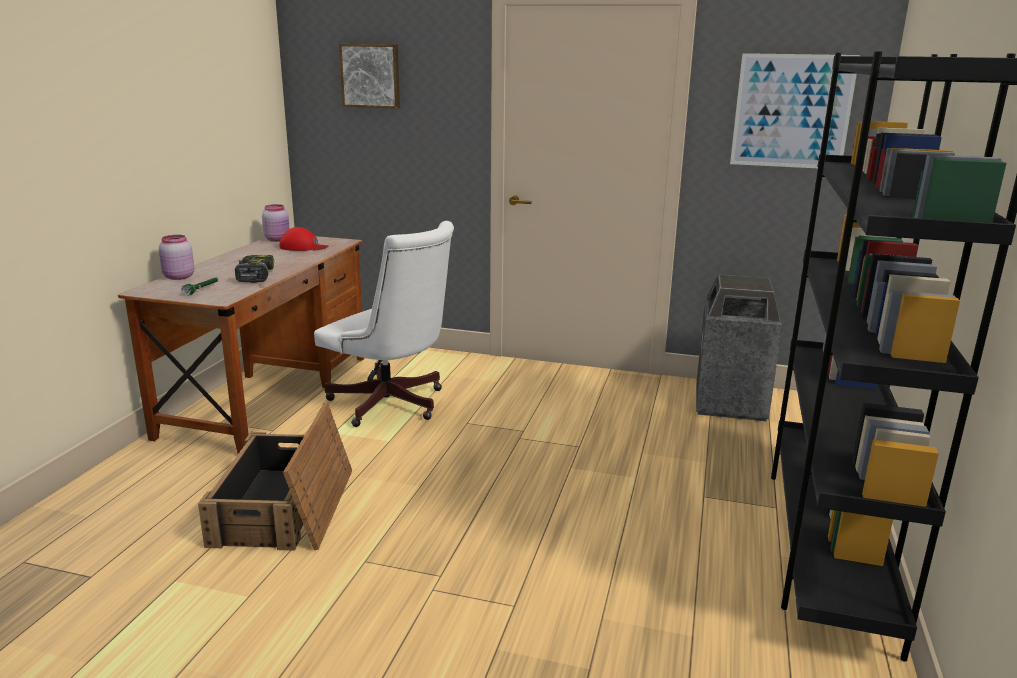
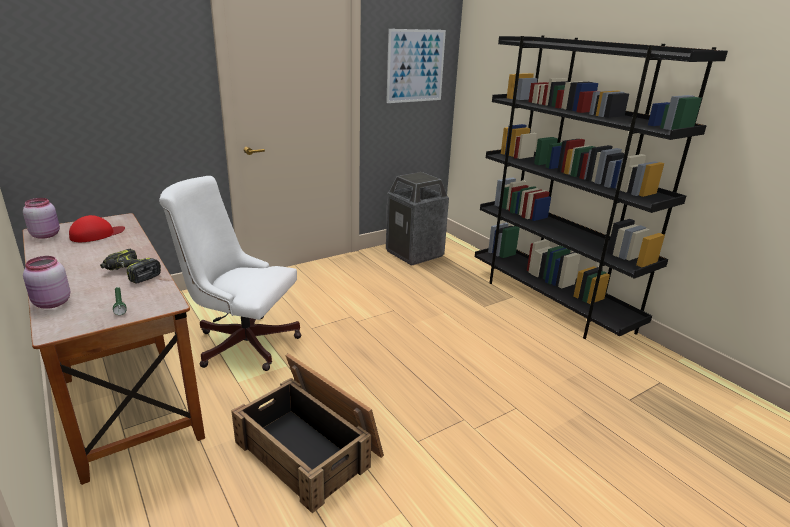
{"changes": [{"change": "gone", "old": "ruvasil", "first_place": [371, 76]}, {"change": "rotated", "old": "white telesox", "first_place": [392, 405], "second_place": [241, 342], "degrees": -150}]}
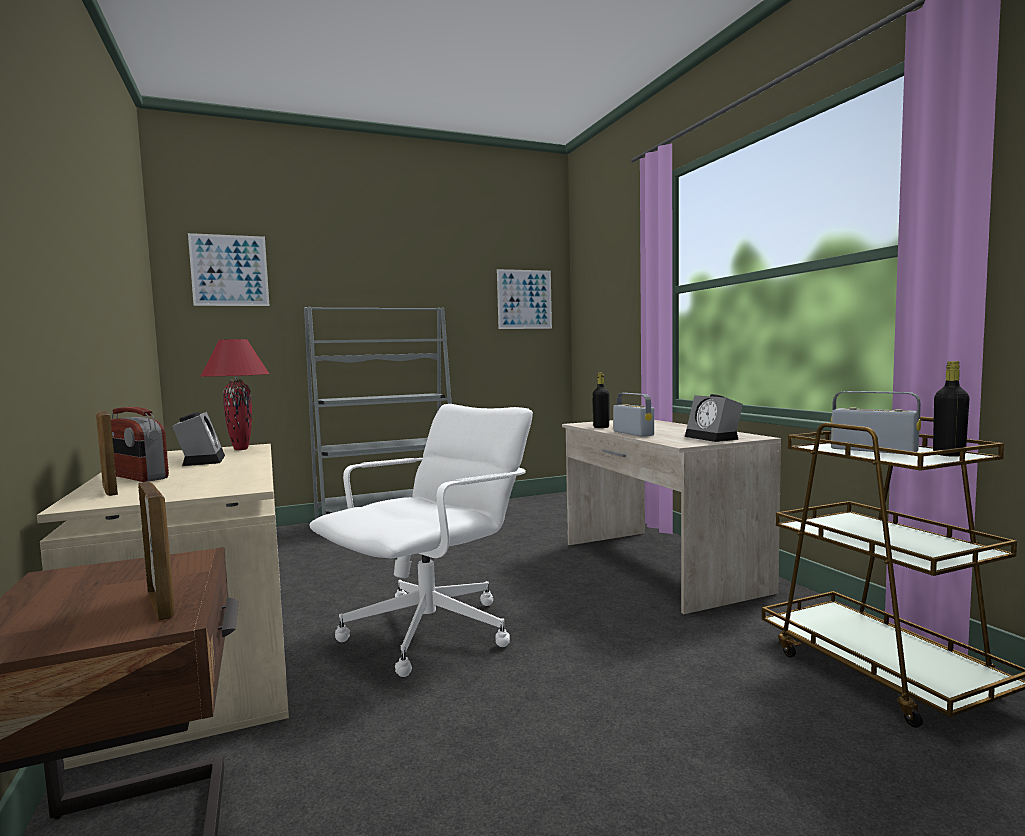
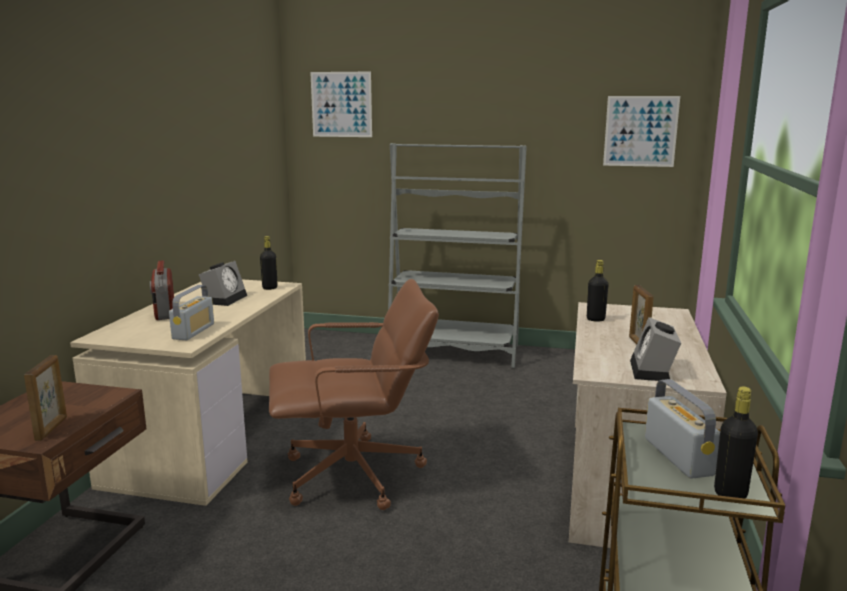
{"changes": [{"change": "swapped", "old": "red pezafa", "new": "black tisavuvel", "first_place": [240, 449], "second_place": [270, 288]}, {"change": "shifted", "old": "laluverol", "first_place": [633, 433], "second_place": [193, 331]}, {"change": "repainted", "old": "white telesox", "new": "brown telesox", "first_place": [432, 632], "second_place": [355, 475]}, {"change": "shifted", "old": "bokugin", "first_place": [110, 491], "second_place": [638, 344]}]}
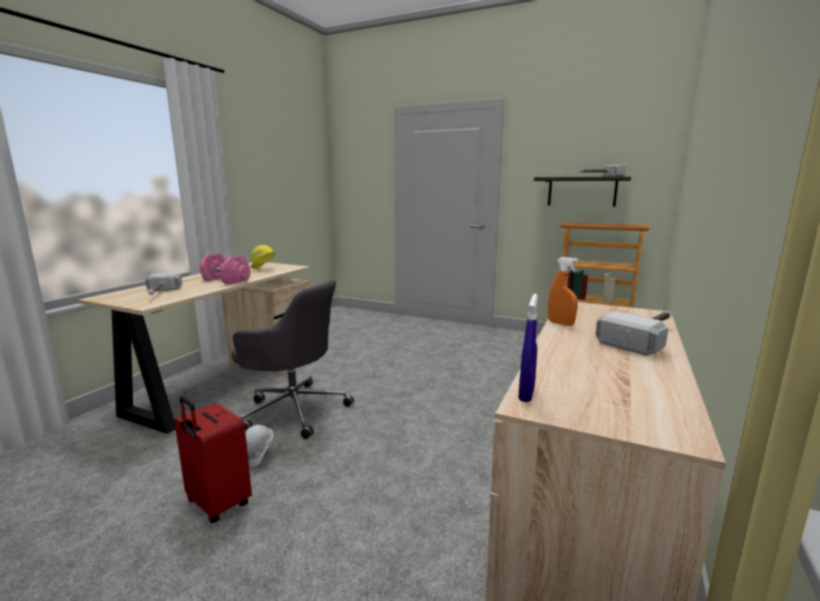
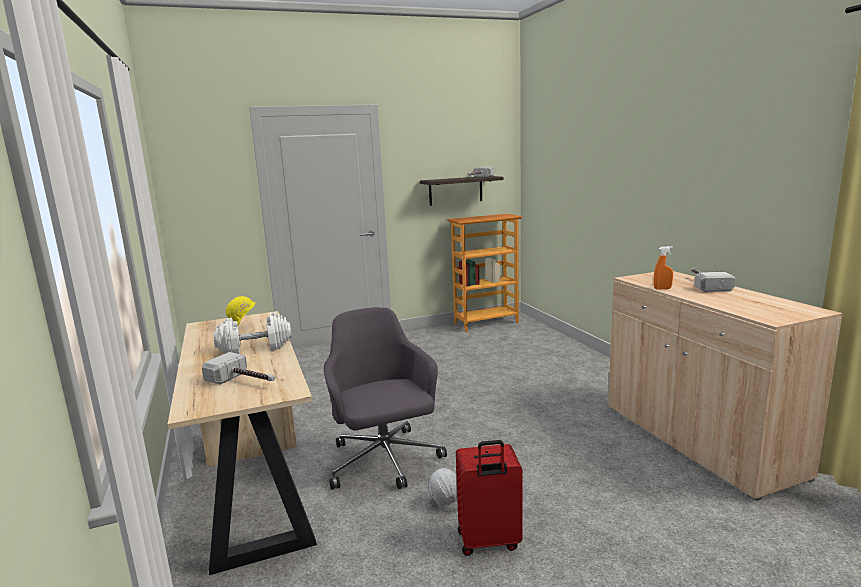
{"changes": [{"change": "repainted", "old": "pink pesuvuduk", "new": "white pesuvuduk", "first_place": [225, 280], "second_place": [254, 348]}, {"change": "rotated", "old": "grey telesox", "first_place": [294, 409], "second_place": [385, 461], "degrees": -90}, {"change": "gone", "old": "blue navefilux", "first_place": [526, 394]}]}
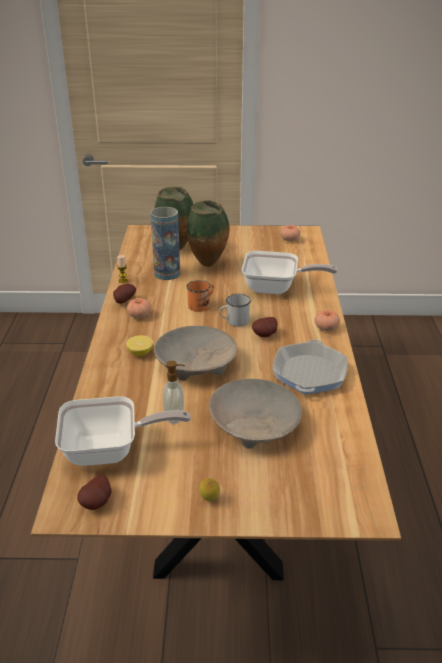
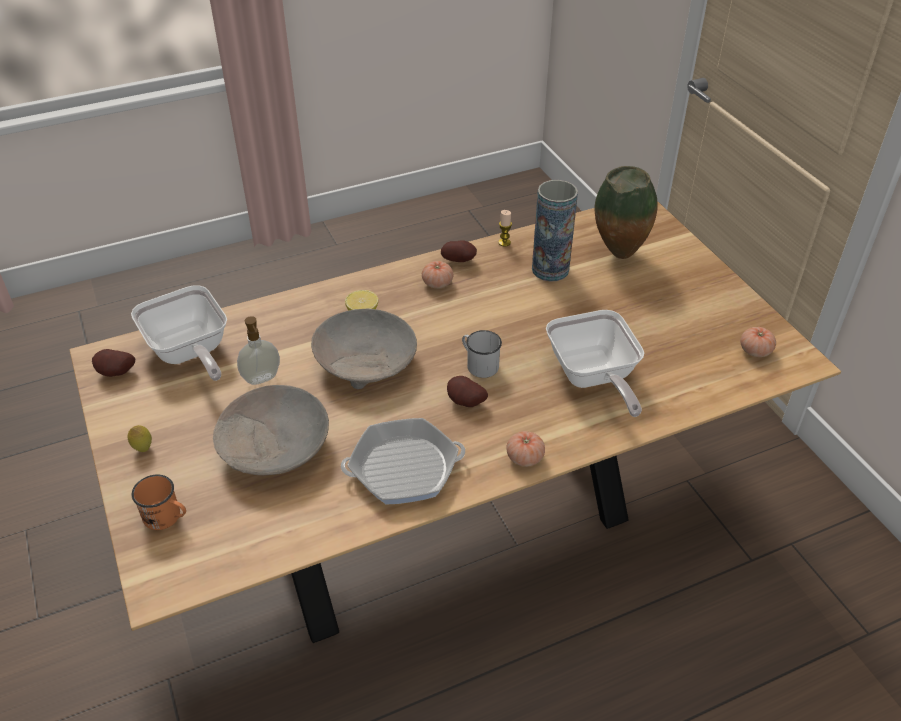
{"changes": [{"change": "gone", "old": "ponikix", "first_place": [209, 265]}, {"change": "shifted", "old": "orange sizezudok", "first_place": [201, 305], "second_place": [167, 517]}]}
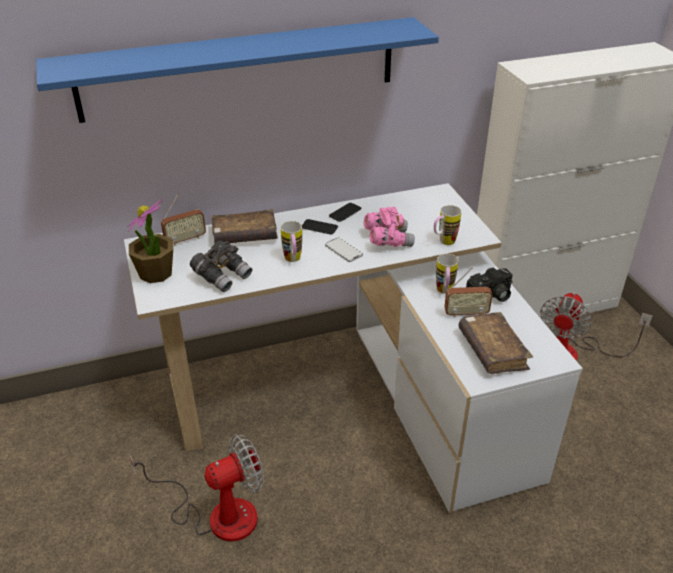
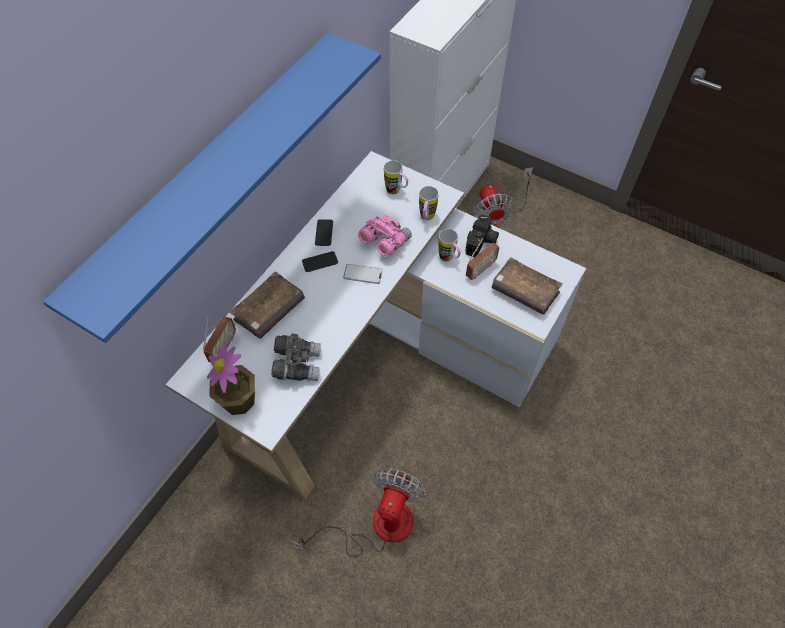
{"changes": [{"change": "shifted", "old": "sizezudok", "first_place": [293, 260], "second_place": [396, 191]}]}
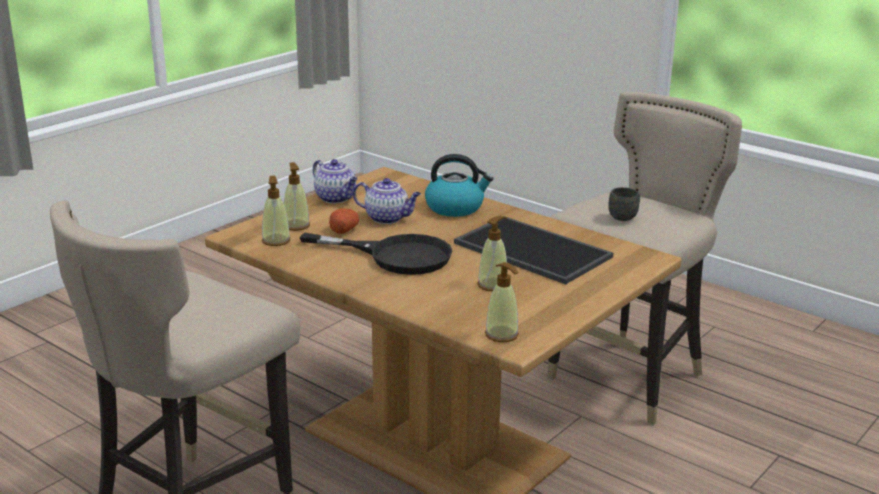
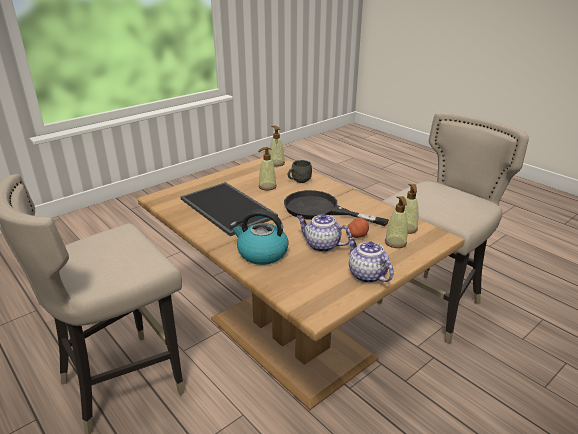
{"changes": [{"change": "shifted", "old": "grey sizezudok", "first_place": [625, 216], "second_place": [299, 181]}]}
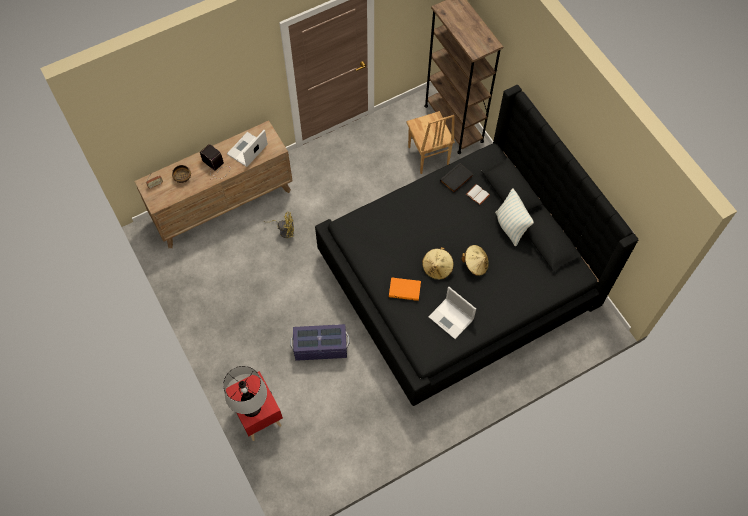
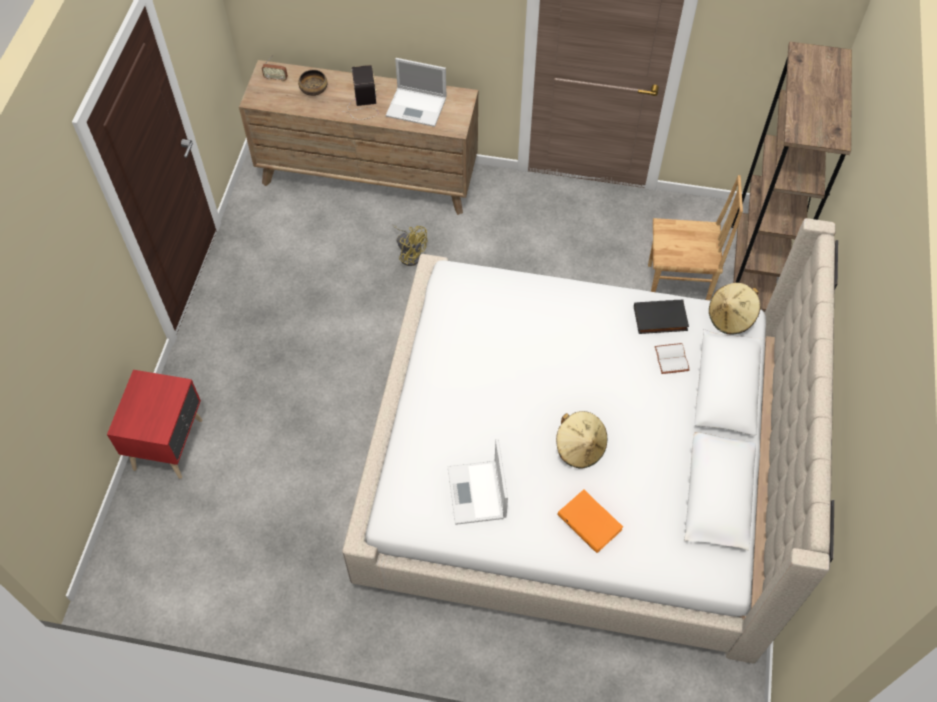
{"changes": [{"change": "repainted", "old": "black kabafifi", "new": "beige kabafifi", "first_place": [459, 279], "second_place": [576, 471]}, {"change": "rotated", "old": "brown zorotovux", "first_place": [427, 156], "second_place": [677, 288], "degrees": -105}, {"change": "rotated", "old": "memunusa", "first_place": [247, 150], "second_place": [417, 107], "degrees": -150}, {"change": "gone", "old": "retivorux", "first_place": [510, 227]}, {"change": "shifted", "old": "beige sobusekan", "first_place": [437, 268], "second_place": [731, 317]}, {"change": "shifted", "old": "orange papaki", "first_place": [405, 289], "second_place": [591, 522]}, {"change": "gone", "old": "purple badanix", "first_place": [320, 347]}, {"change": "gone", "old": "pezafa", "first_place": [251, 407]}]}
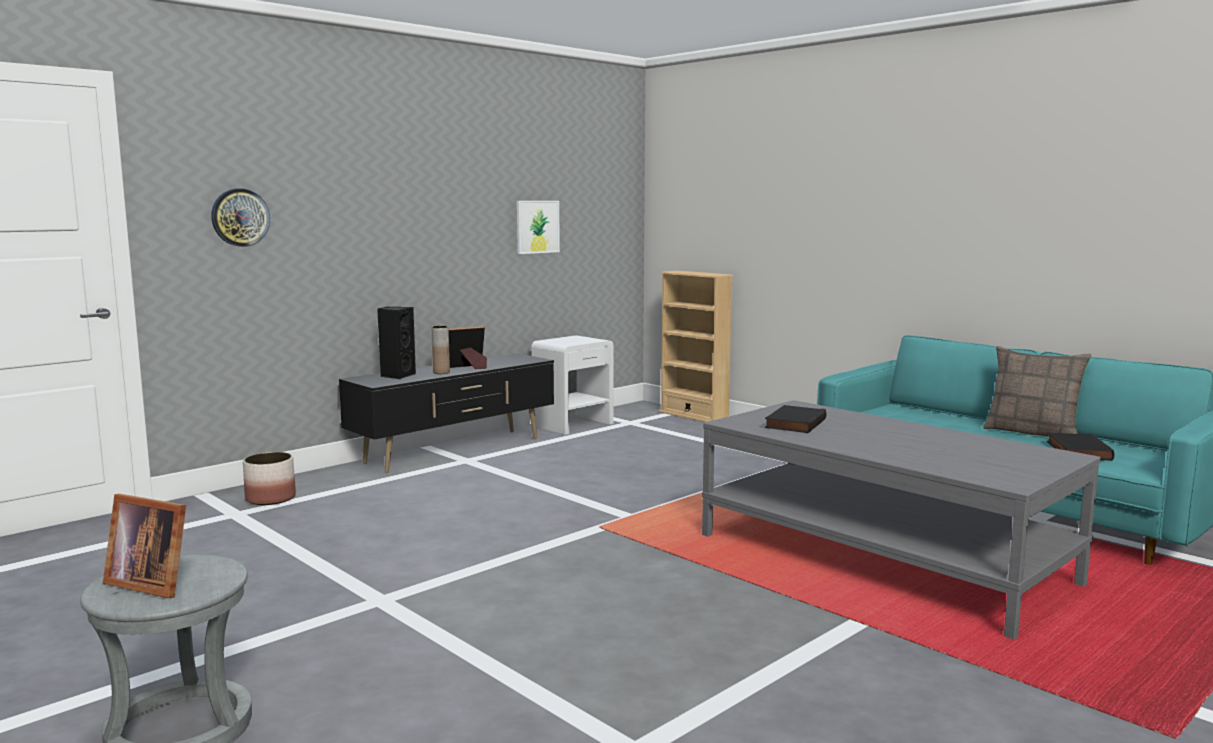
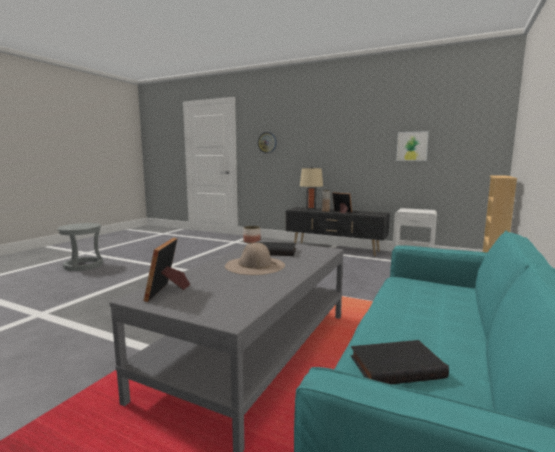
{"changes": [{"change": "swapped", "old": "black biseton", "new": "beige pezafa", "first_place": [397, 376], "second_place": [311, 209]}, {"change": "gone", "old": "retivorux", "first_place": [1032, 432]}, {"change": "shifted", "old": "bokugin", "first_place": [151, 583], "second_place": [168, 291]}, {"change": "new", "new": "beige sobusekan", "second_place": [254, 265]}]}
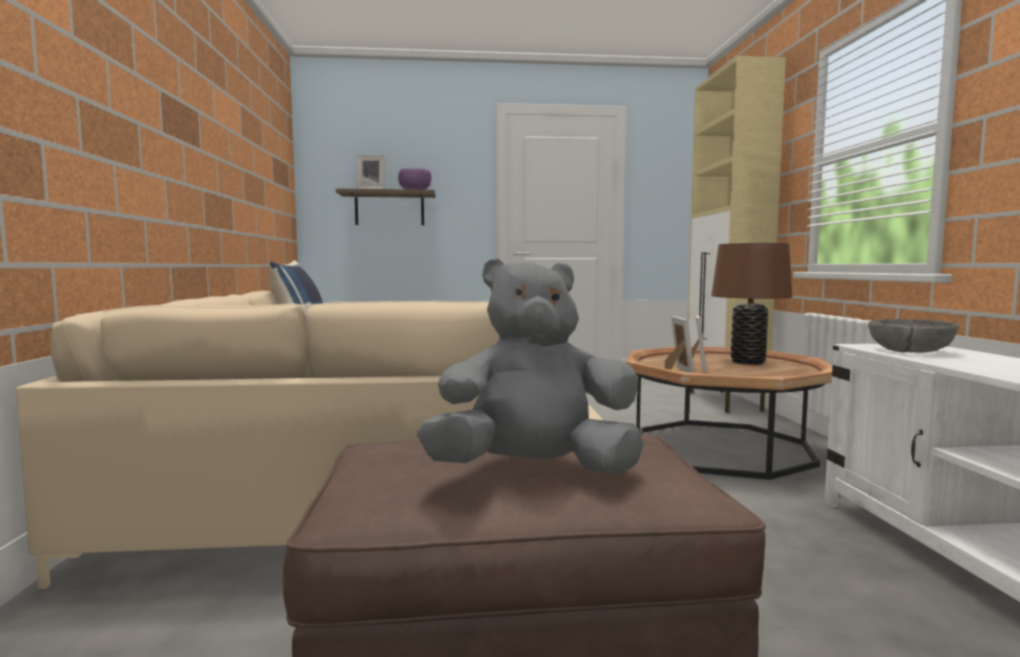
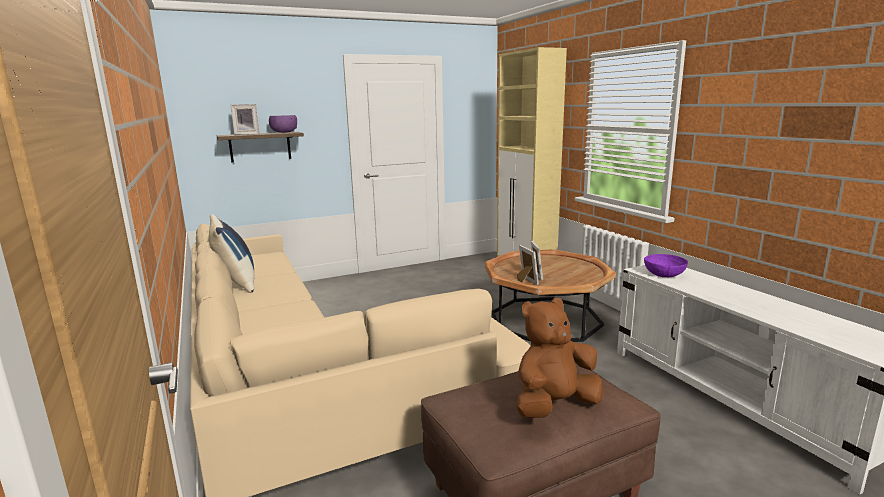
{"changes": [{"change": "gone", "old": "brown pezafa", "first_place": [748, 362]}, {"change": "repainted", "old": "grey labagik", "new": "brown labagik", "first_place": [535, 471], "second_place": [554, 405]}, {"change": "repainted", "old": "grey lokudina", "new": "purple lokudina", "first_place": [909, 350], "second_place": [664, 274]}]}
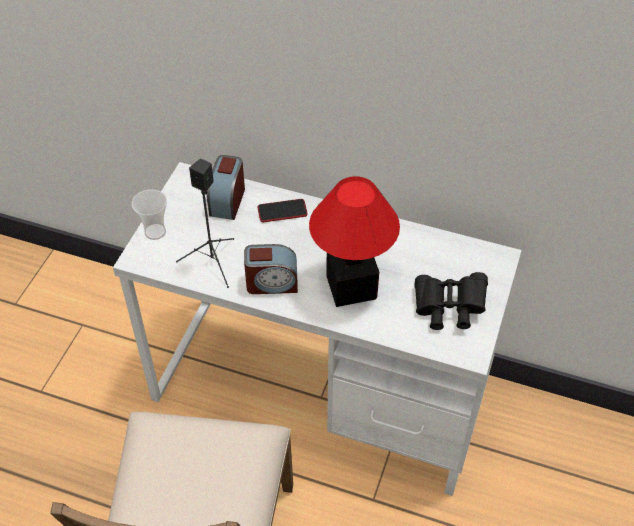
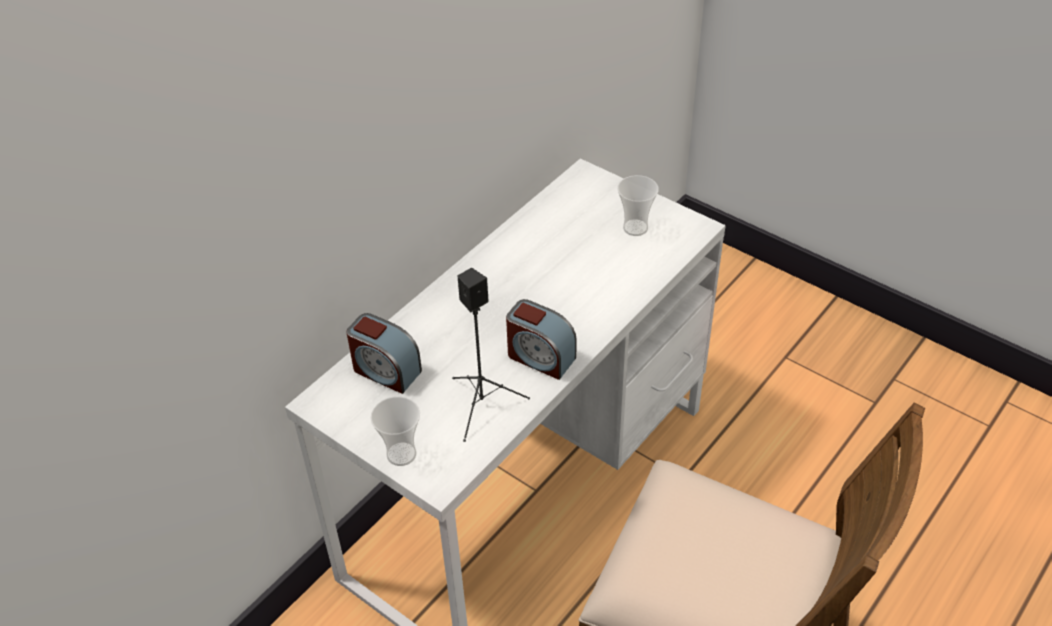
{"changes": [{"change": "gone", "old": "pezafa", "first_place": [352, 286]}, {"change": "gone", "old": "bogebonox", "first_place": [282, 211]}, {"change": "rotated", "old": "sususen", "first_place": [272, 283], "second_place": [540, 357], "degrees": 105}, {"change": "swapped", "old": "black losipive", "new": "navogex", "first_place": [448, 309], "second_place": [635, 228]}]}
